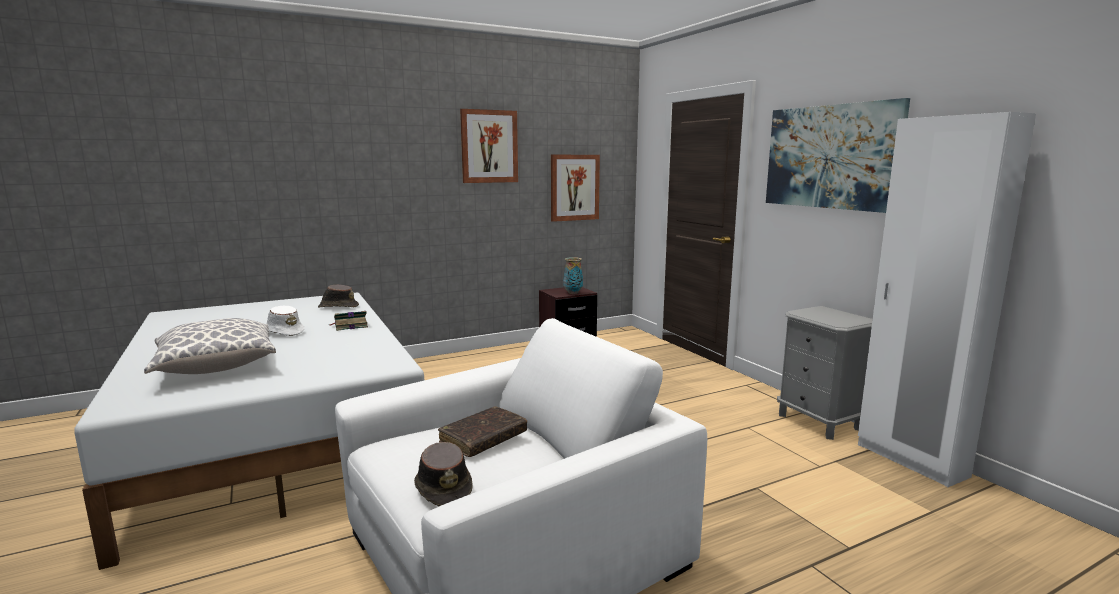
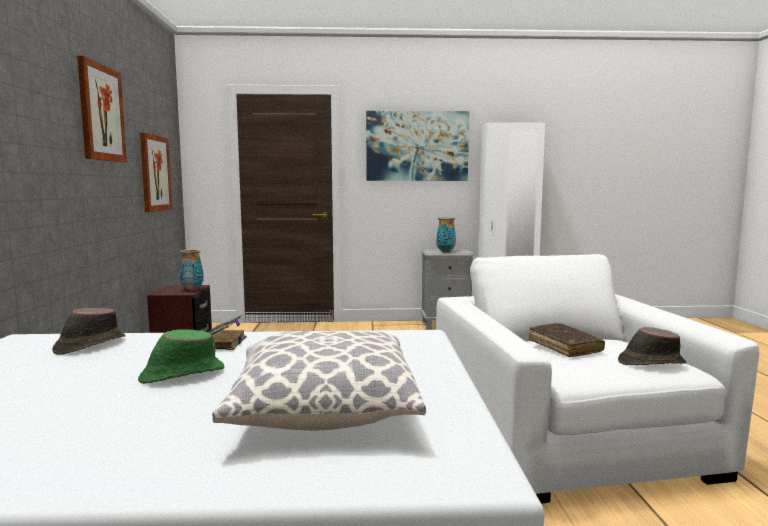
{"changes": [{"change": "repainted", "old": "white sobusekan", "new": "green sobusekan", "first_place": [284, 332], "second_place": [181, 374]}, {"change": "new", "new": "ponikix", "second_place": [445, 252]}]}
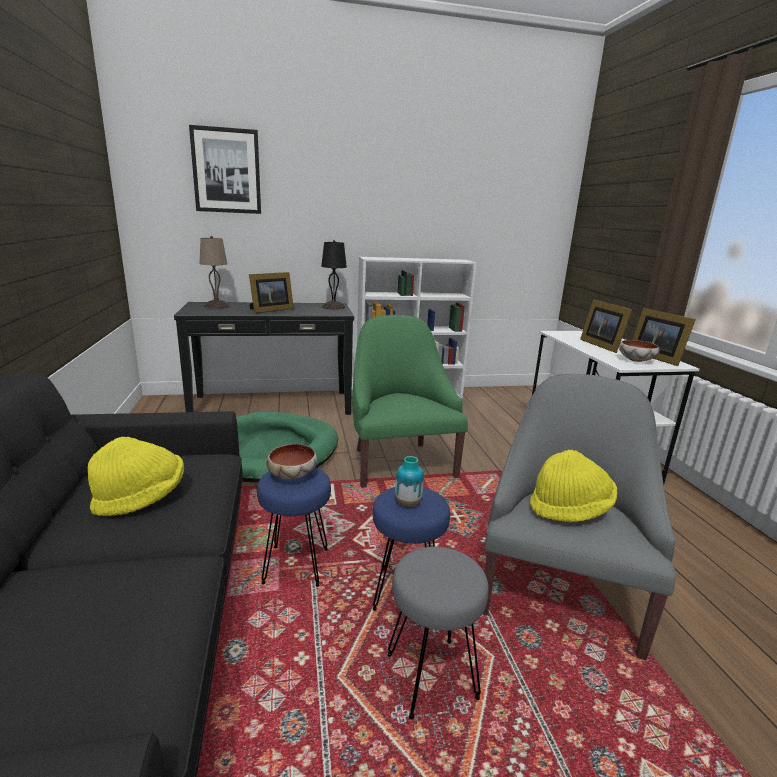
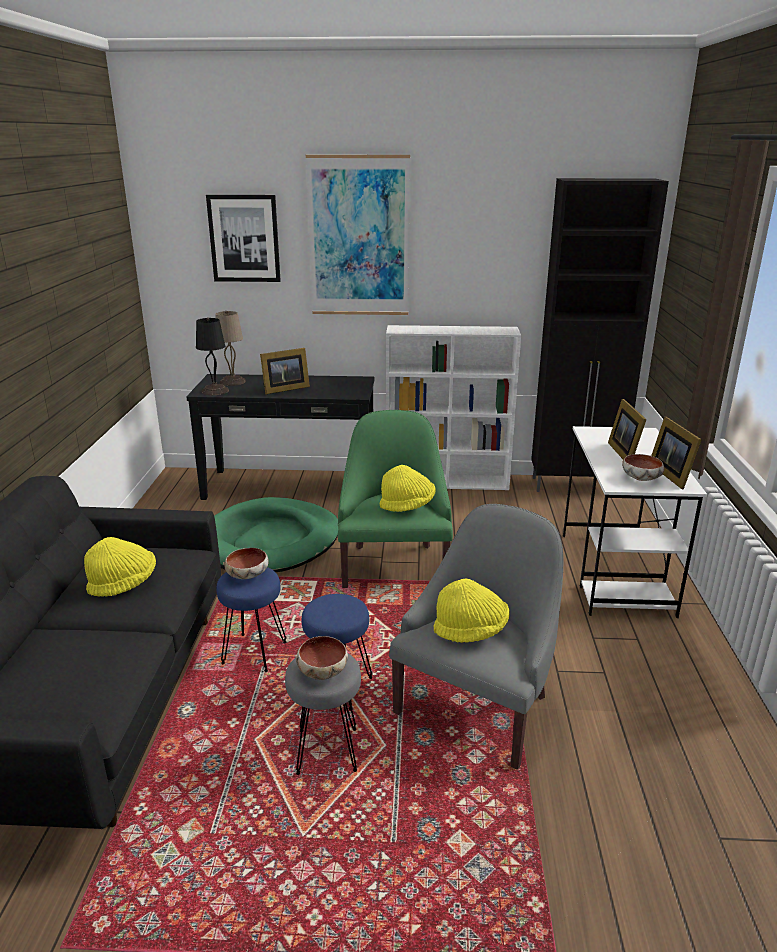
{"changes": [{"change": "shifted", "old": "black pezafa", "first_place": [333, 307], "second_place": [214, 391]}, {"change": "gone", "old": "ponikix", "first_place": [408, 503]}, {"change": "new", "new": "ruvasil", "second_place": [359, 237]}, {"change": "new", "new": "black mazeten", "second_place": [575, 486]}, {"change": "new", "new": "yellow sobusekan", "second_place": [407, 505]}, {"change": "new", "new": "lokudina", "second_place": [322, 670]}]}
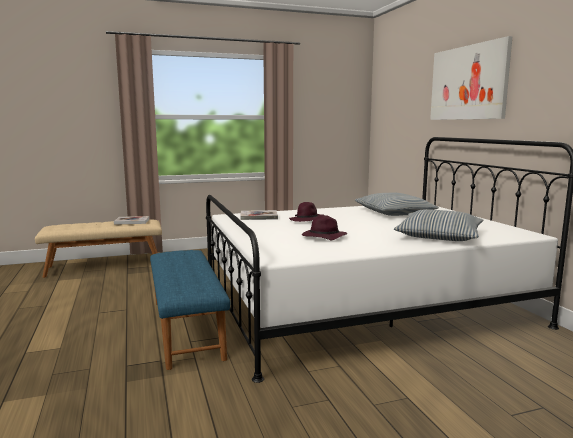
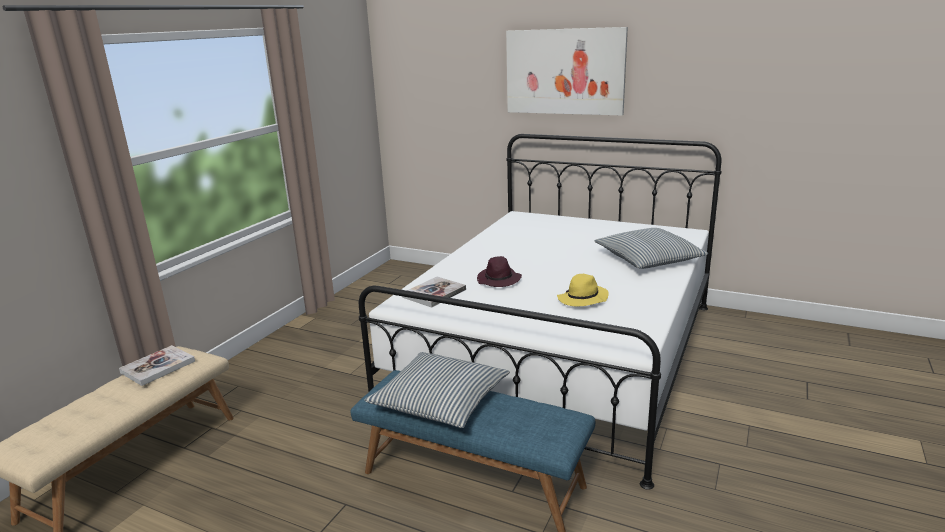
{"changes": [{"change": "shifted", "old": "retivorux", "first_place": [394, 213], "second_place": [440, 400]}, {"change": "repainted", "old": "purple sobusekan", "new": "yellow sobusekan", "first_place": [323, 237], "second_place": [582, 299]}]}
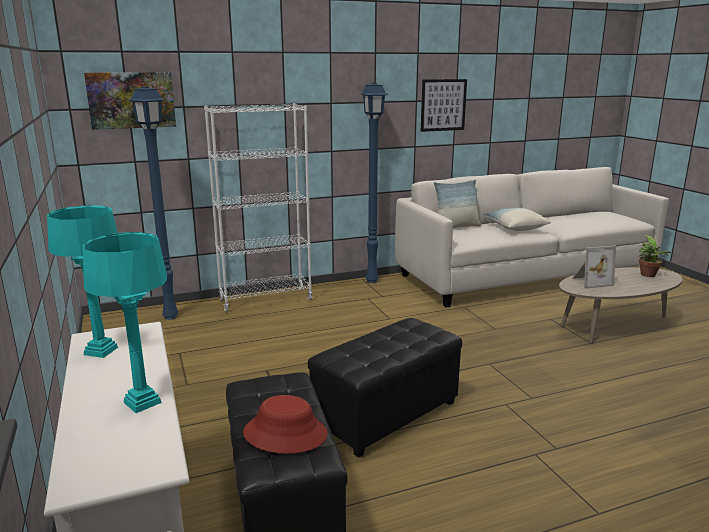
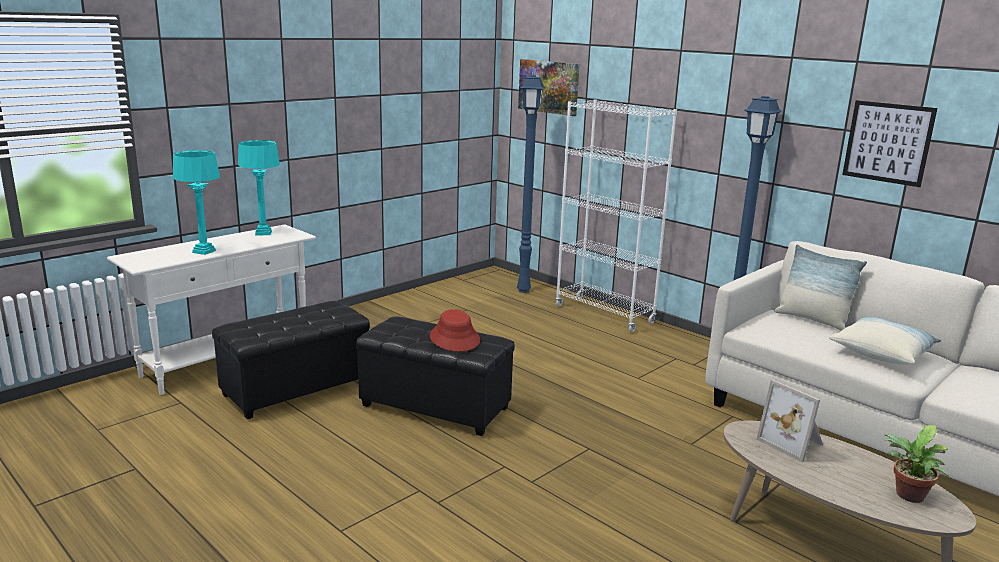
{"changes": [{"change": "shifted", "old": "red sobusekan", "first_place": [285, 433], "second_place": [455, 338]}]}
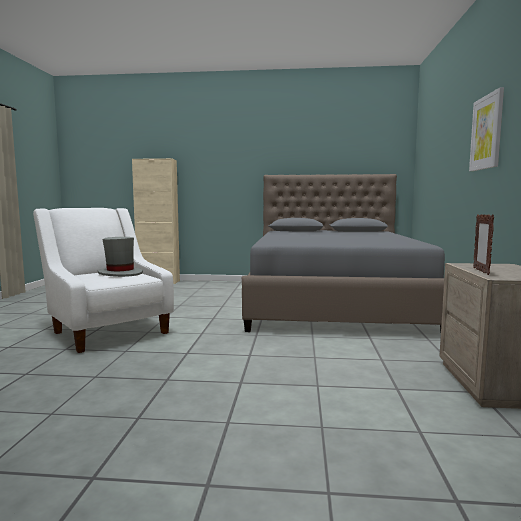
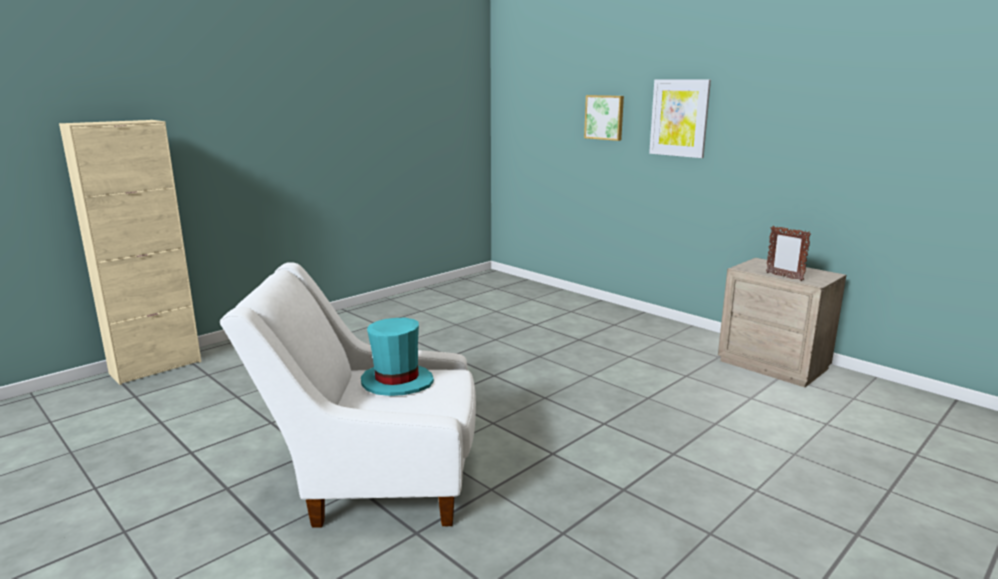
{"changes": [{"change": "gone", "old": "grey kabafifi", "first_place": [333, 303]}, {"change": "repainted", "old": "grey sobusekan", "new": "turquoise sobusekan", "first_place": [120, 273], "second_place": [397, 382]}, {"change": "new", "new": "ruvasil", "second_place": [605, 117]}]}
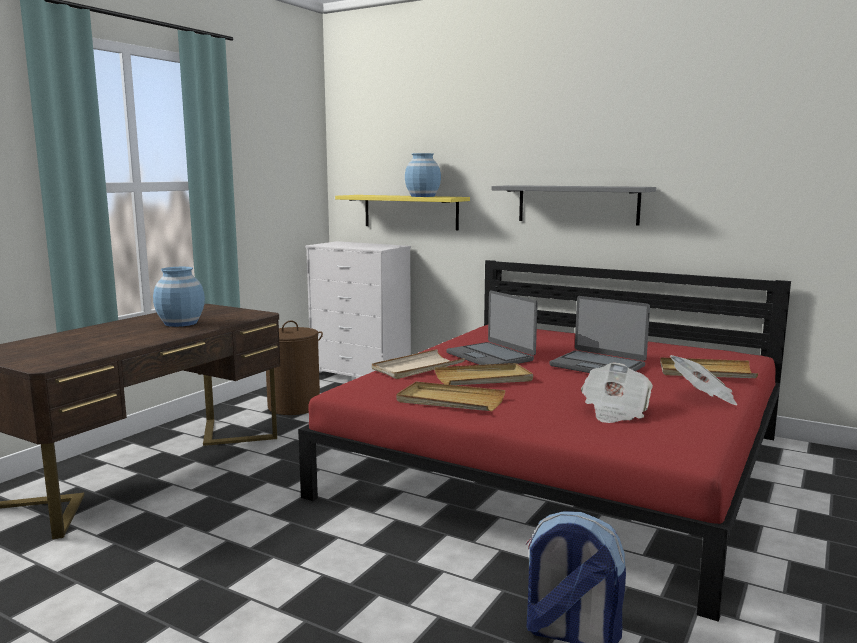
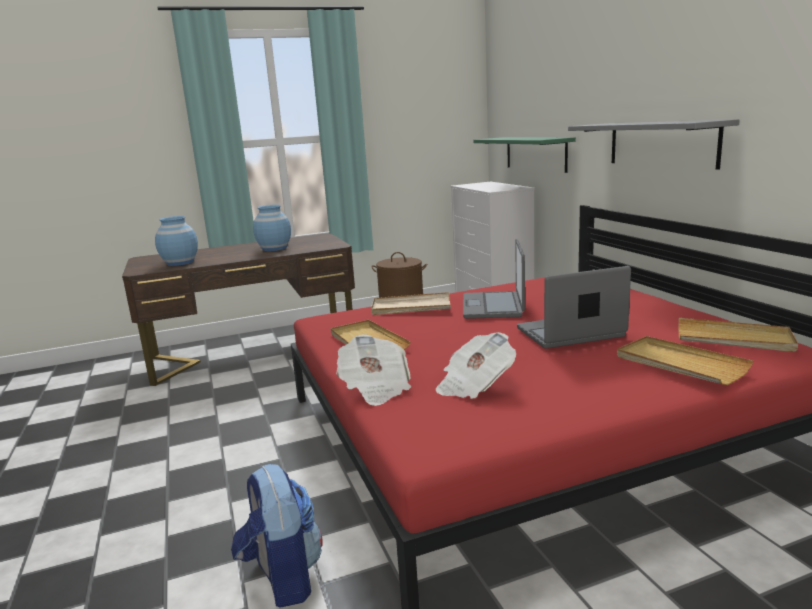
{"changes": [{"change": "shifted", "old": "blue ponikix", "first_place": [422, 196], "second_place": [180, 262]}, {"change": "repainted", "old": "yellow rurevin", "new": "green rurevin", "first_place": [410, 212], "second_place": [535, 153]}, {"change": "rotated", "old": "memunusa", "first_place": [598, 365], "second_place": [570, 333], "degrees": 90}, {"change": "shifted", "old": "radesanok", "first_place": [703, 397], "second_place": [375, 388]}, {"change": "shifted", "old": "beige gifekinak", "first_place": [484, 378], "second_place": [734, 339]}]}
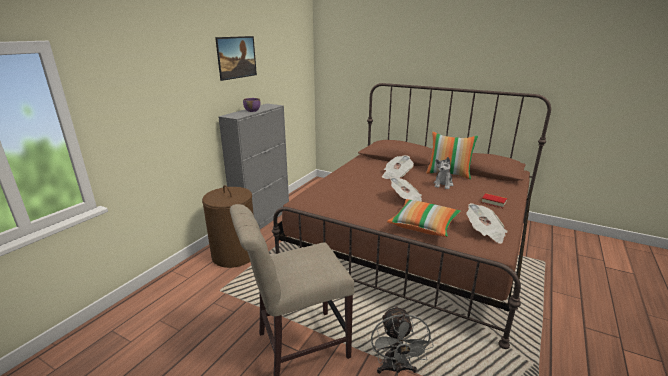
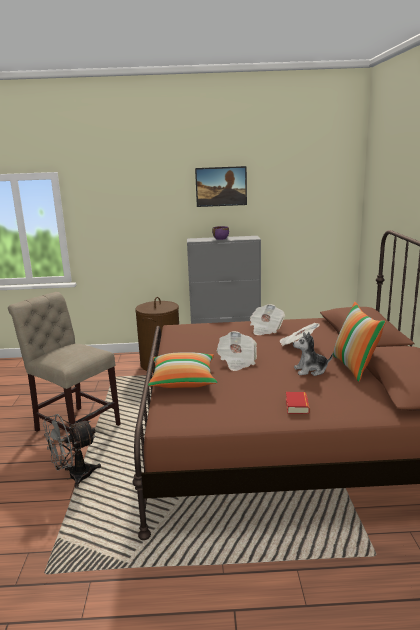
{"changes": [{"change": "shifted", "old": "radesanok", "first_place": [485, 233], "second_place": [266, 329]}]}
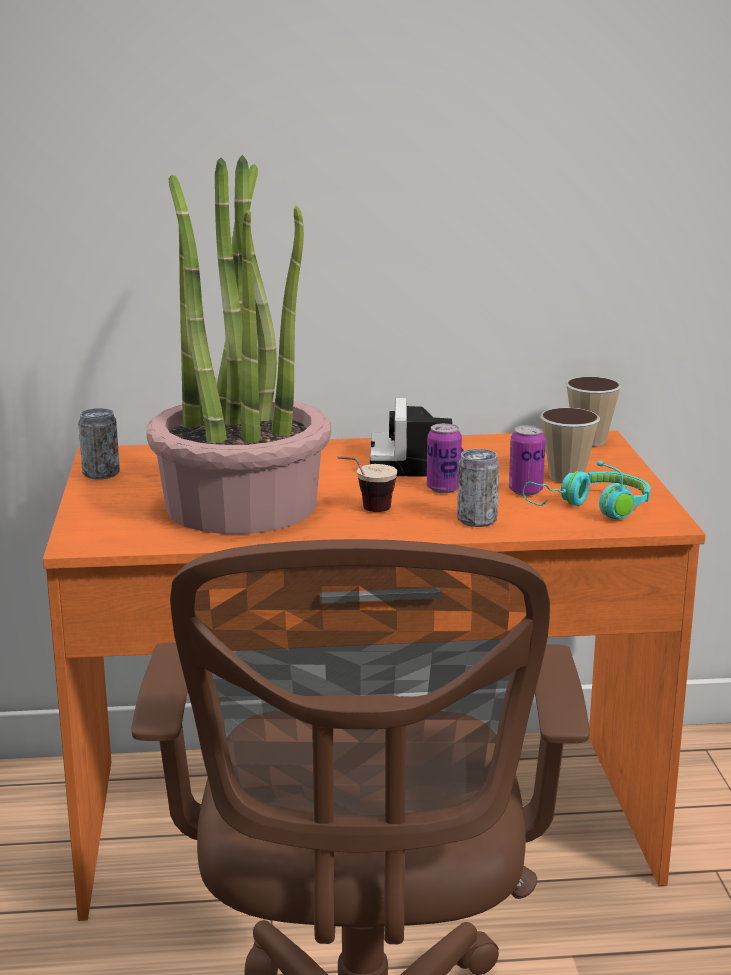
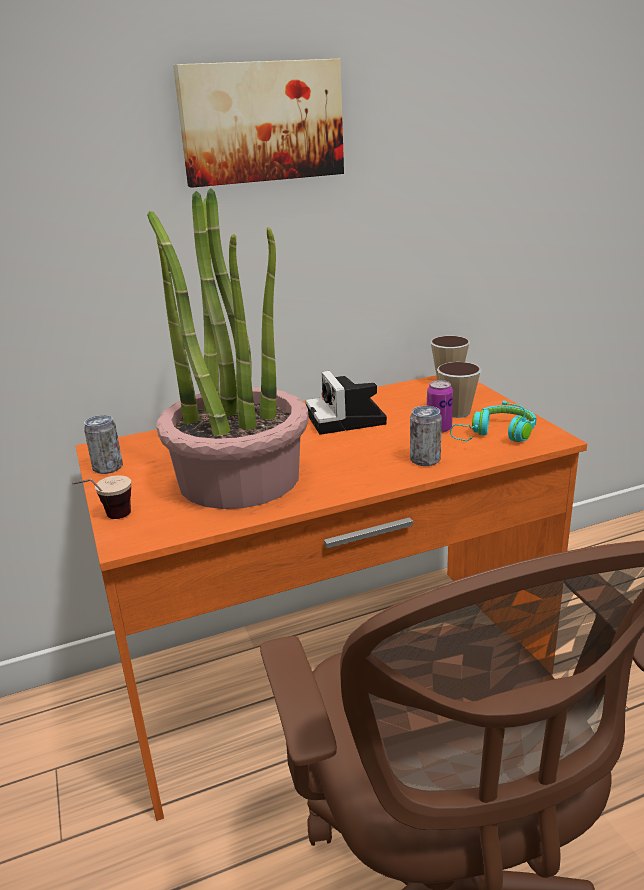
{"changes": [{"change": "gone", "old": "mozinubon", "first_place": [443, 488]}, {"change": "shifted", "old": "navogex", "first_place": [365, 512], "second_place": [108, 520]}, {"change": "new", "new": "ruvasil", "second_place": [261, 122]}]}
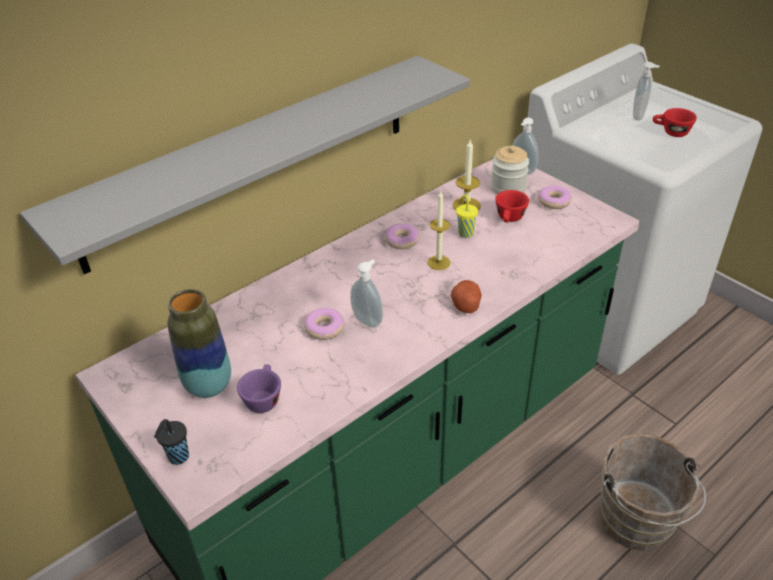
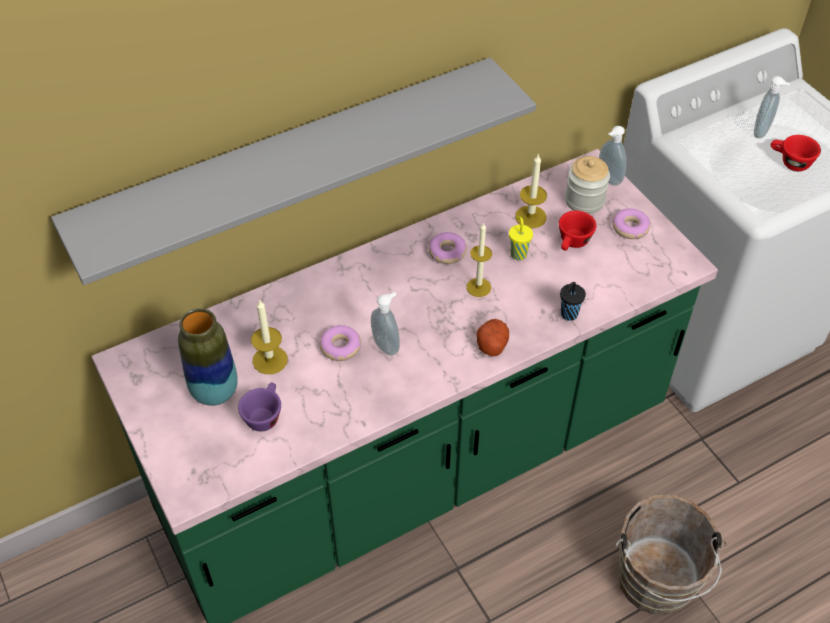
{"changes": [{"change": "shifted", "old": "black navogex", "first_place": [177, 458], "second_place": [568, 315]}, {"change": "new", "new": "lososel", "second_place": [270, 360]}]}
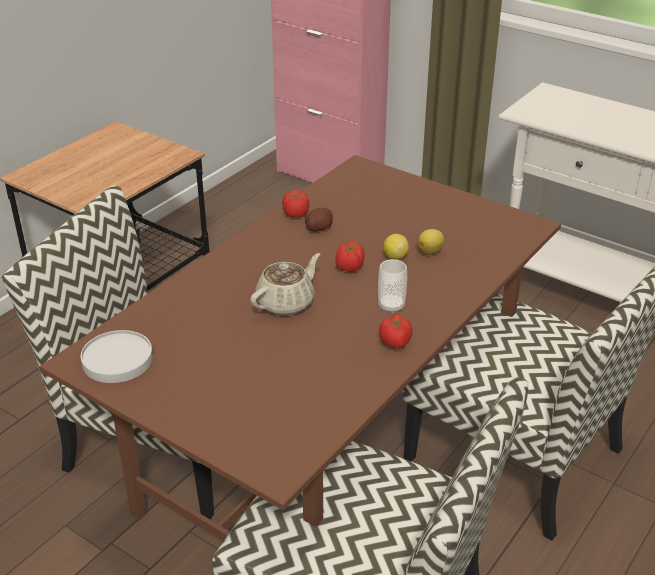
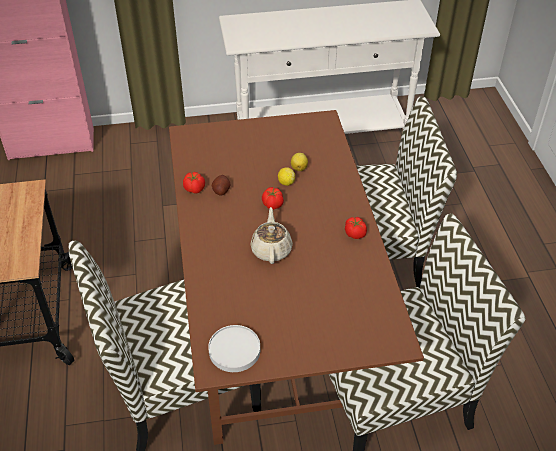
{"changes": [{"change": "gone", "old": "navogex", "first_place": [391, 306]}]}
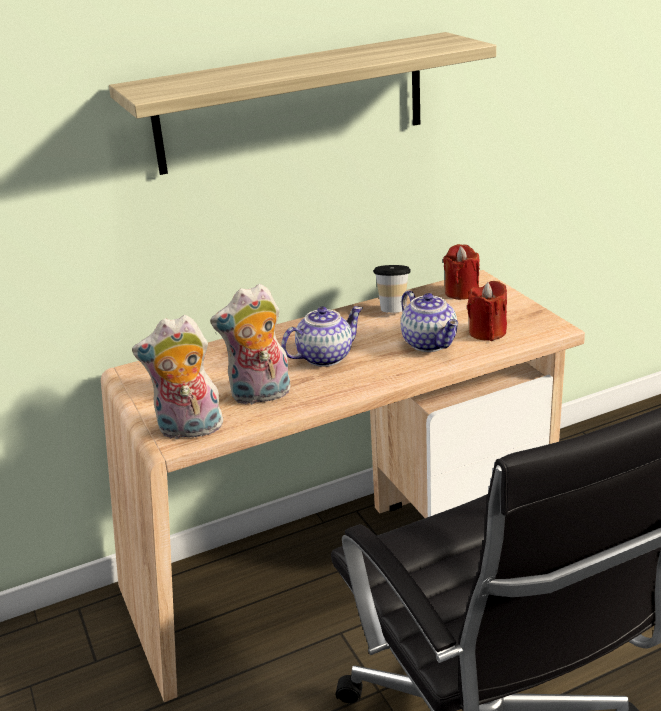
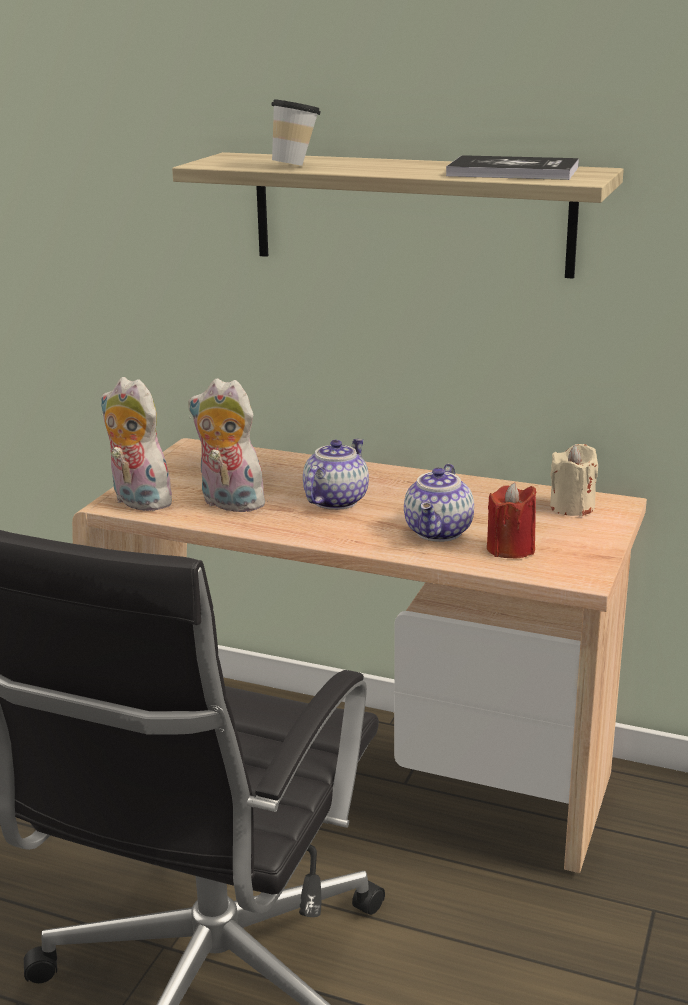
{"changes": [{"change": "repainted", "old": "red lososel", "new": "beige lososel", "first_place": [461, 292], "second_place": [572, 507]}, {"change": "shifted", "old": "navogex", "first_place": [393, 308], "second_place": [296, 165]}, {"change": "rotated", "old": "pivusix", "first_place": [324, 357], "second_place": [335, 500], "degrees": -75}, {"change": "new", "new": "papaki", "second_place": [513, 171]}]}
